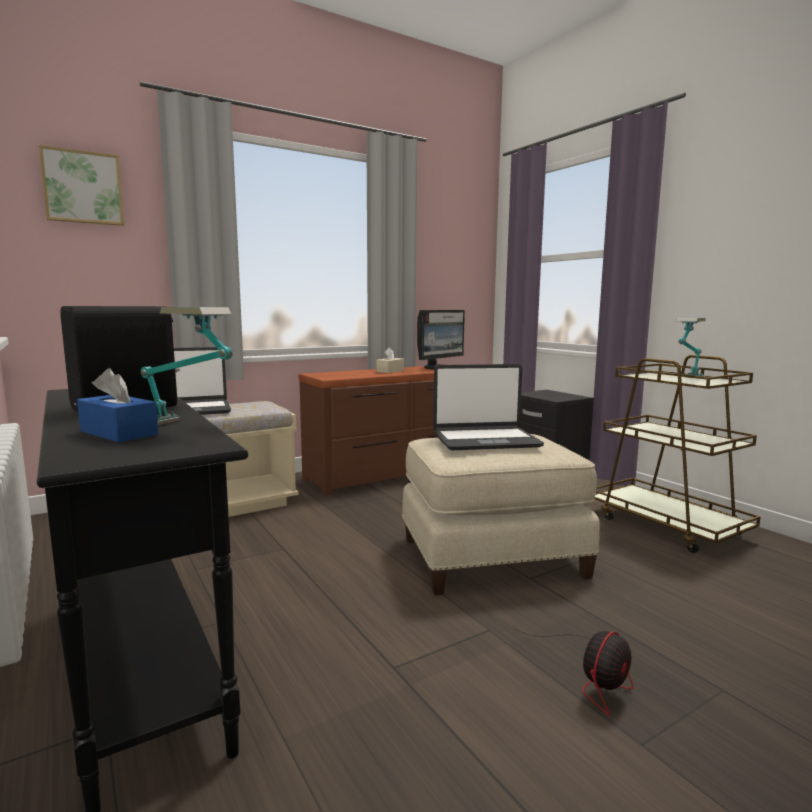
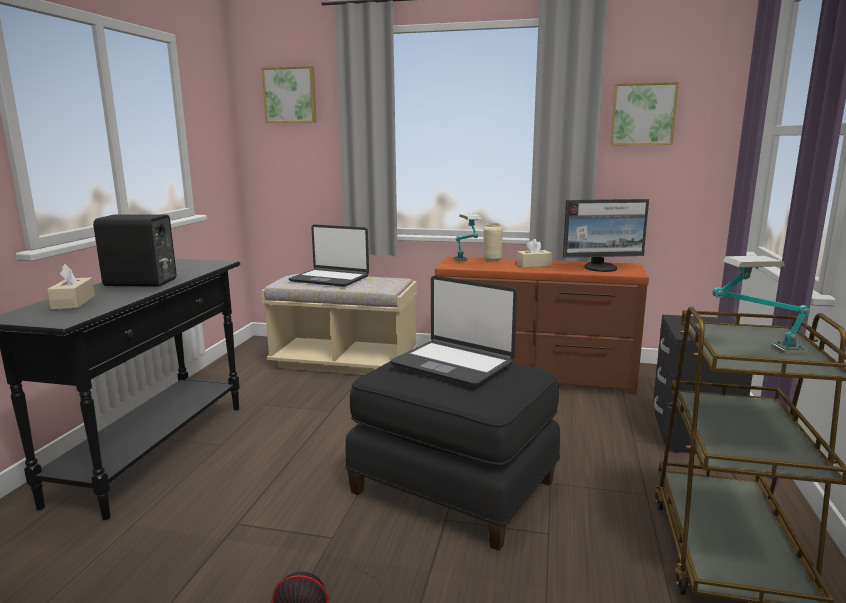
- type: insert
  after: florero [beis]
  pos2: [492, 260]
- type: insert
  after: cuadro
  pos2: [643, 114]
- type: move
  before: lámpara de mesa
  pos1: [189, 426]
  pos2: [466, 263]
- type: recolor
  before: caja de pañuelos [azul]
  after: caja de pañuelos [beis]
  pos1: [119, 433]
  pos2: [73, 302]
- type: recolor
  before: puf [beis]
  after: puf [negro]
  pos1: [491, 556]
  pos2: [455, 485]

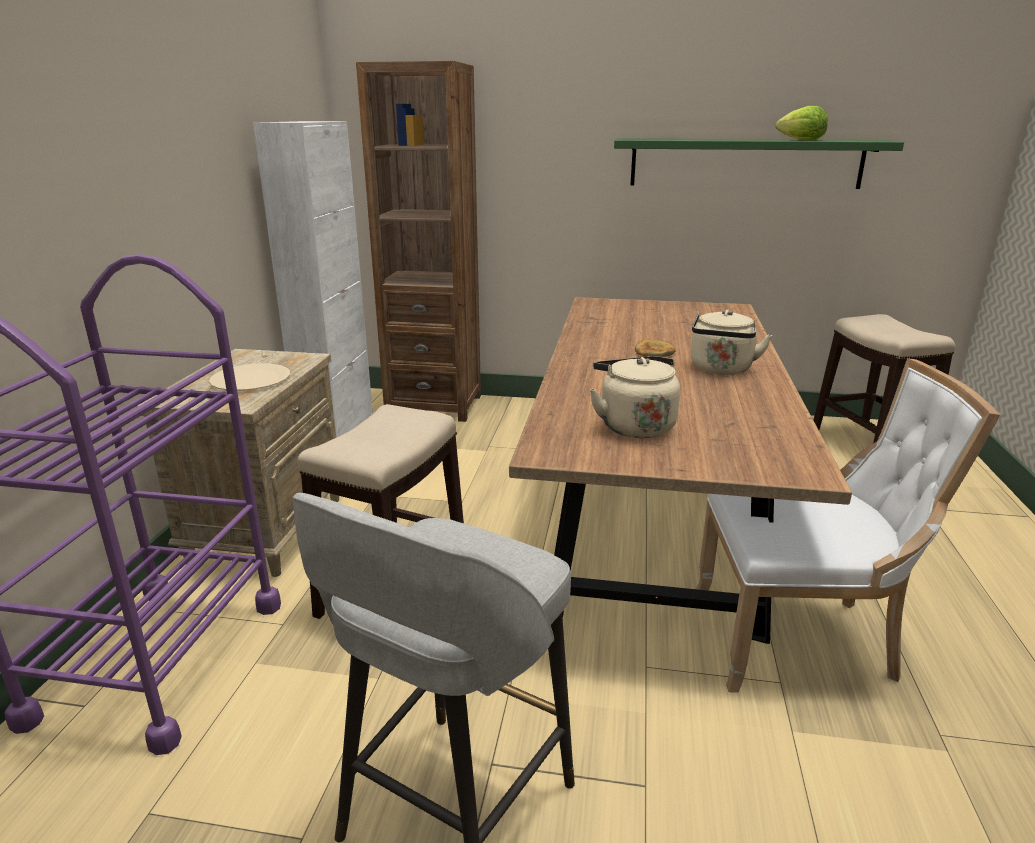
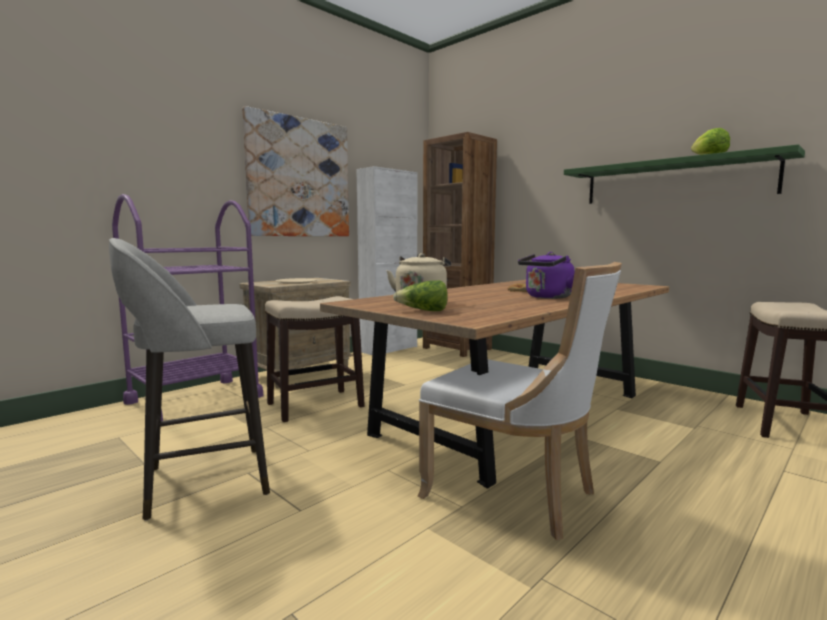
- type: insert
  after: cuadro
  pos2: [299, 178]
- type: insert
  after: lechuga
  pos2: [423, 311]
- type: recolor
  before: hervidor [beis]
  after: hervidor [morado]
  pos1: [721, 369]
  pos2: [547, 297]

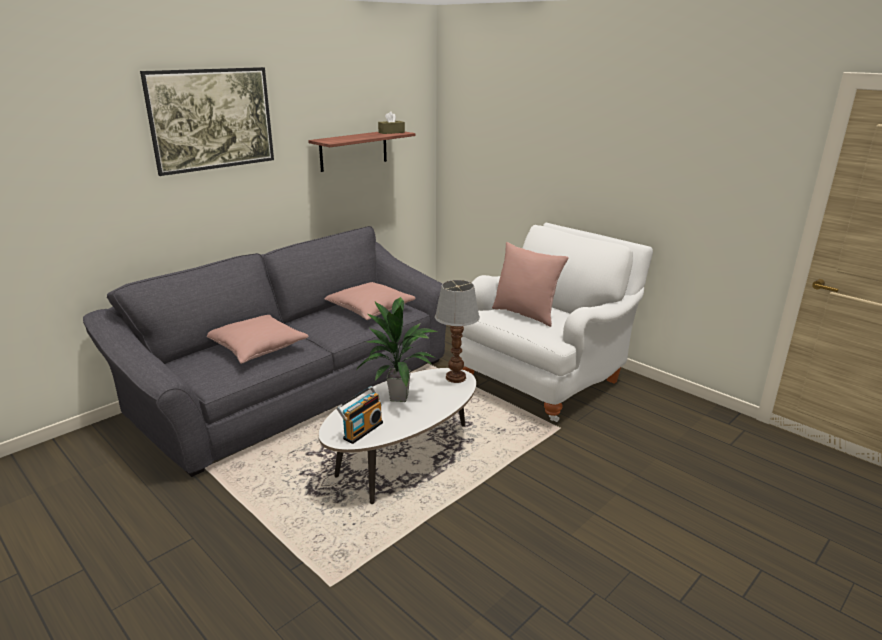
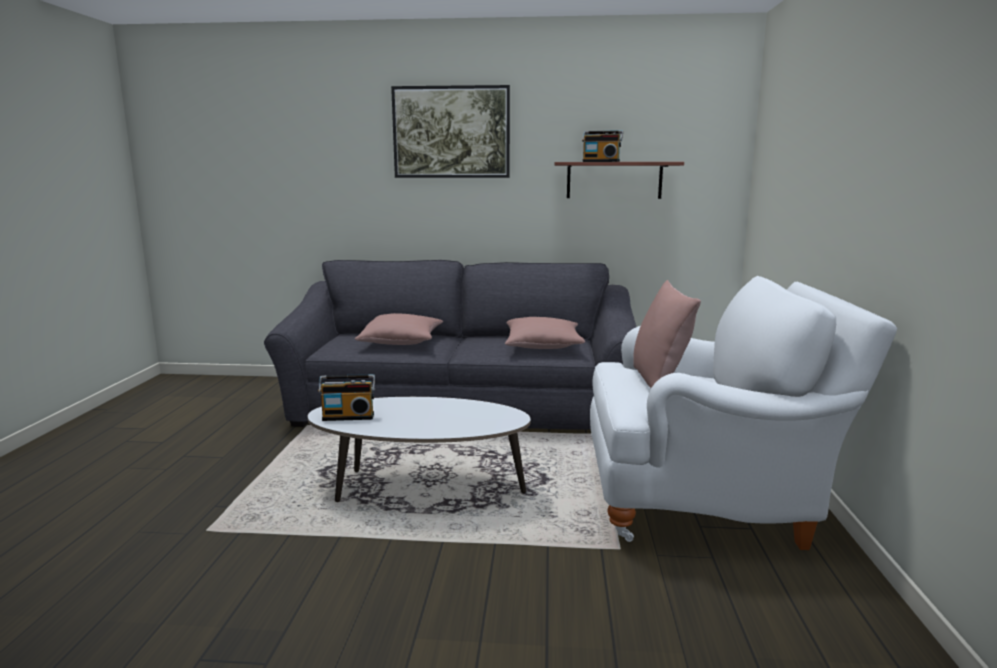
- type: delete
  before: planta en maceta
  pos1: [400, 397]
- type: delete
  before: caja de pañuelos [marrón]
  pos1: [391, 132]
- type: delete
  before: lámpara de mesa
  pos1: [456, 377]
- type: insert
  after: radio
  pos2: [601, 161]

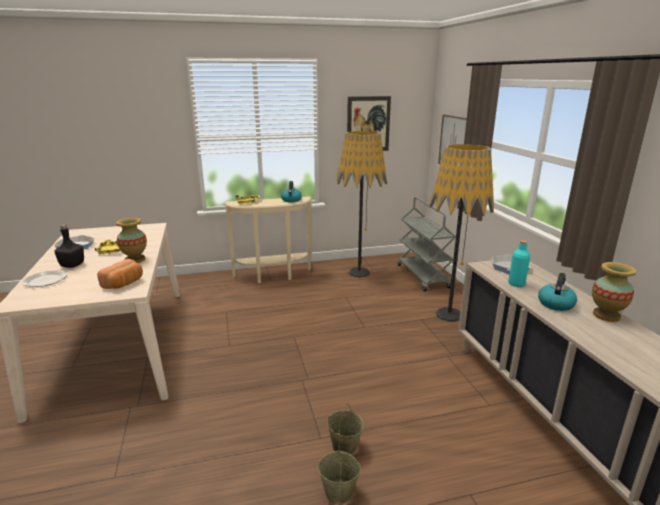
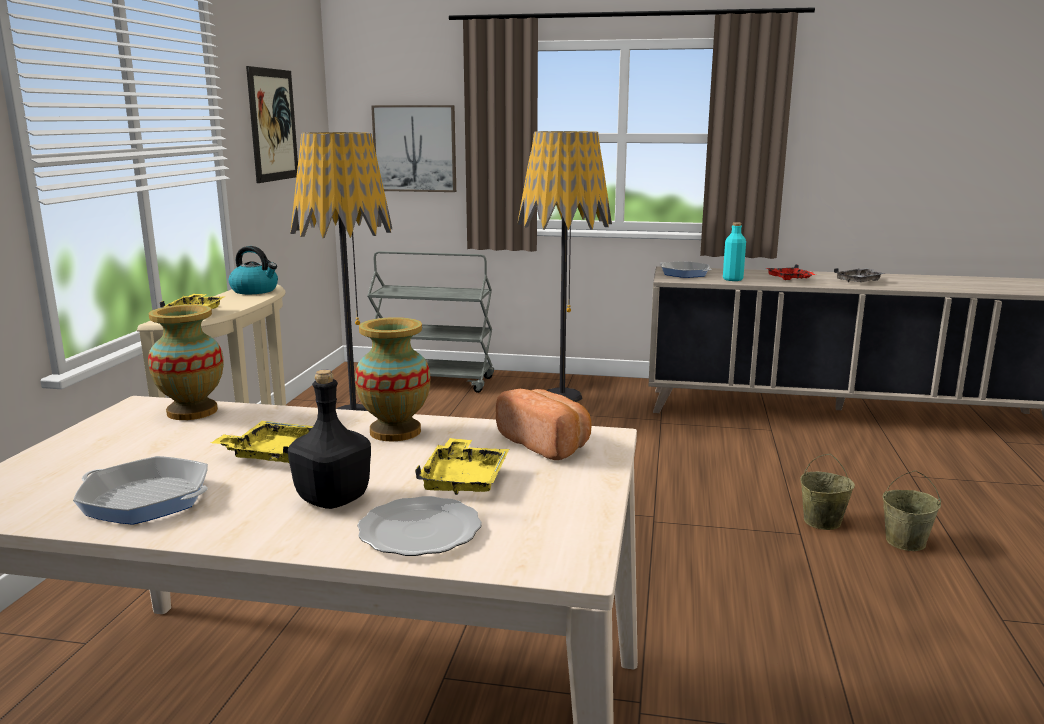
- type: insert
  after: bandeja [amarillo]
  pos2: [464, 479]
- type: insert
  after: bandeja [gris]
  pos2: [859, 281]
- type: move
  before: florero
  pos1: [606, 315]
  pos2: [192, 412]
- type: replace
  before: hervidor
  after: bandeja [rojo]
  pos1: [555, 304]
  pos2: [789, 279]

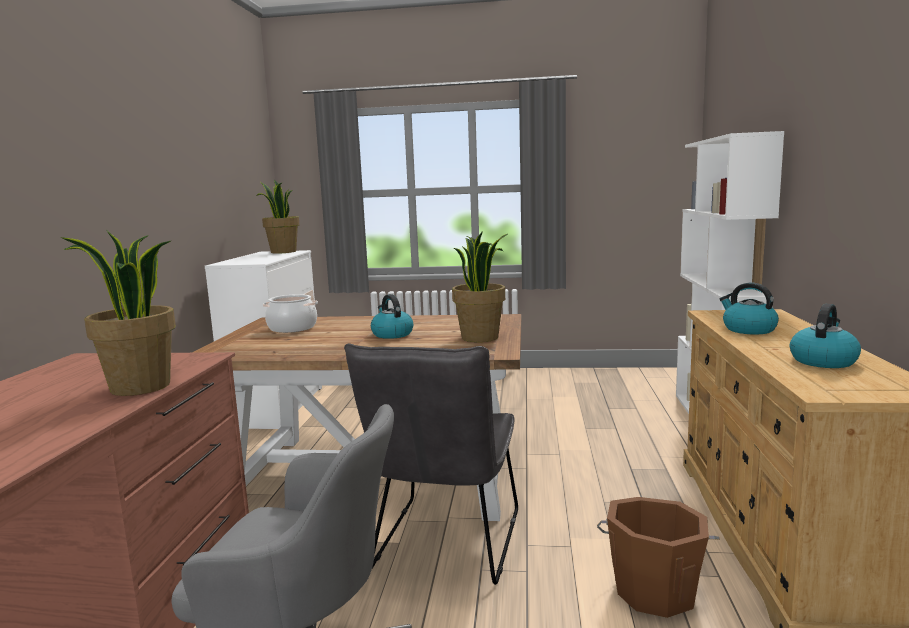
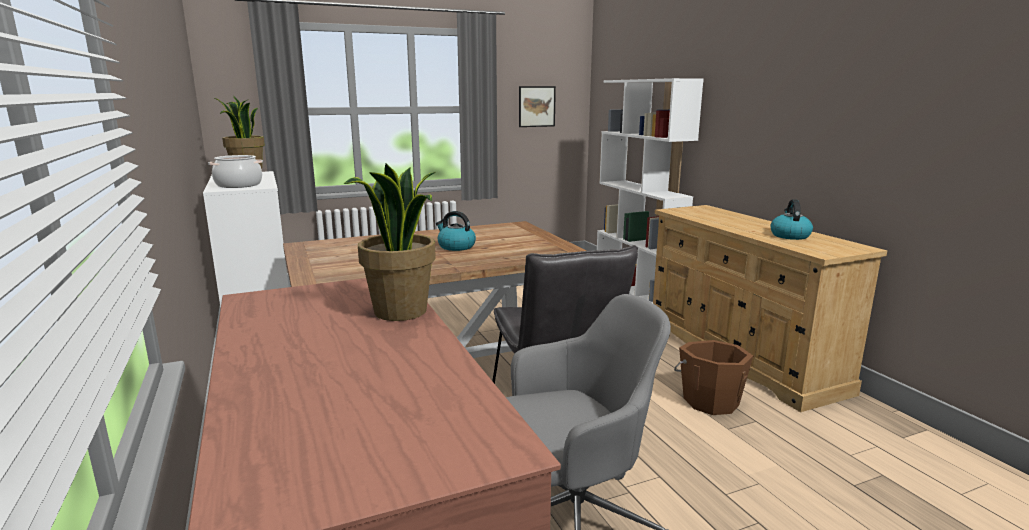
- type: delete
  before: planta en maceta
  pos1: [481, 337]
- type: delete
  before: hervidor
  pos1: [748, 329]
- type: insert
  after: cuadro
  pos2: [536, 106]
- type: move
  before: olla
  pos1: [292, 328]
  pos2: [238, 185]

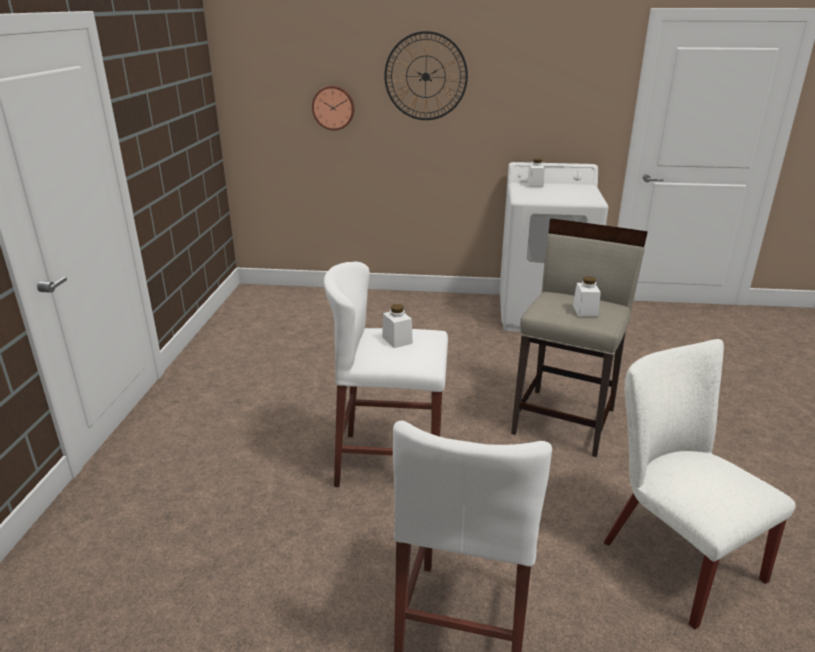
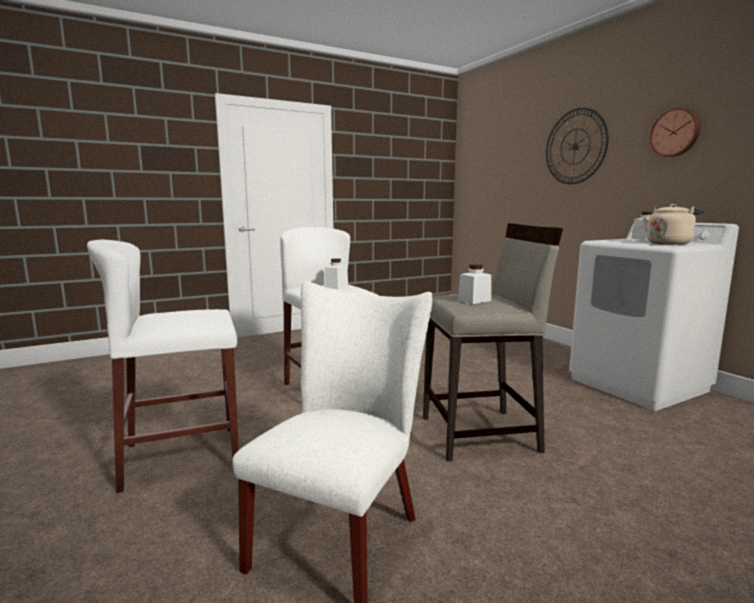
- type: insert
  after: hervidor [beis]
  pos2: [669, 243]
- type: move
  before: reloj de pared
  pos1: [333, 107]
  pos2: [675, 132]

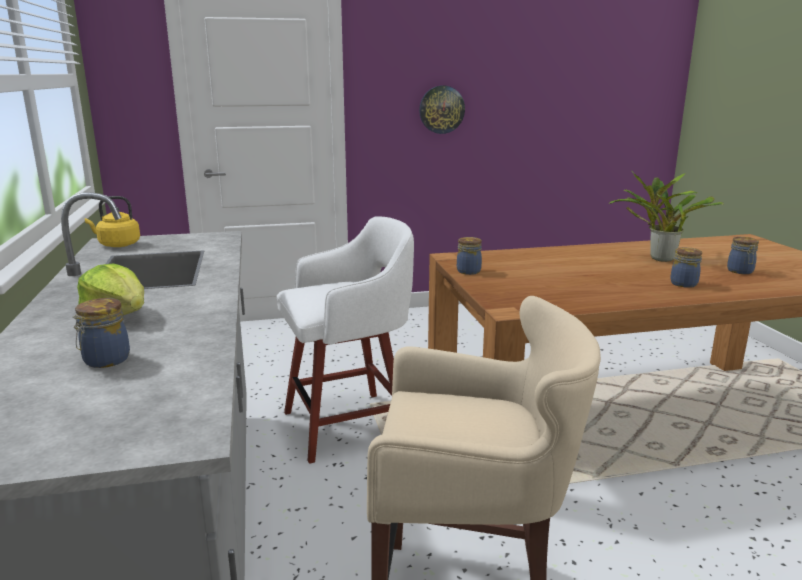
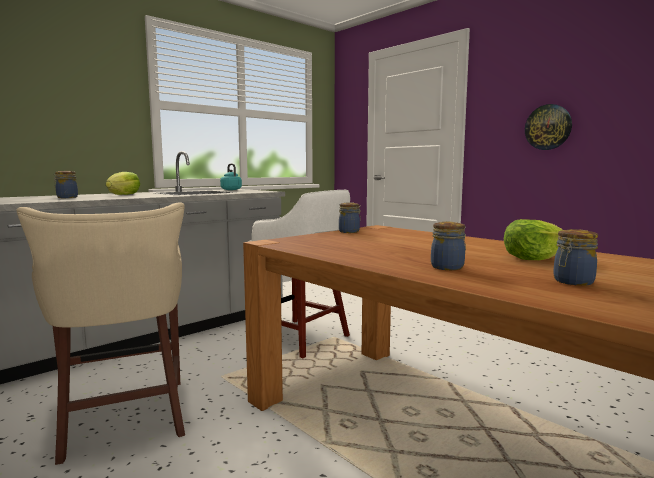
- type: replace
  before: planta en maceta
  after: lechuga
  pos1: [658, 258]
  pos2: [533, 258]
- type: recolor
  before: hervidor [amarillo]
  after: hervidor [turquesa]
  pos1: [117, 245]
  pos2: [230, 189]

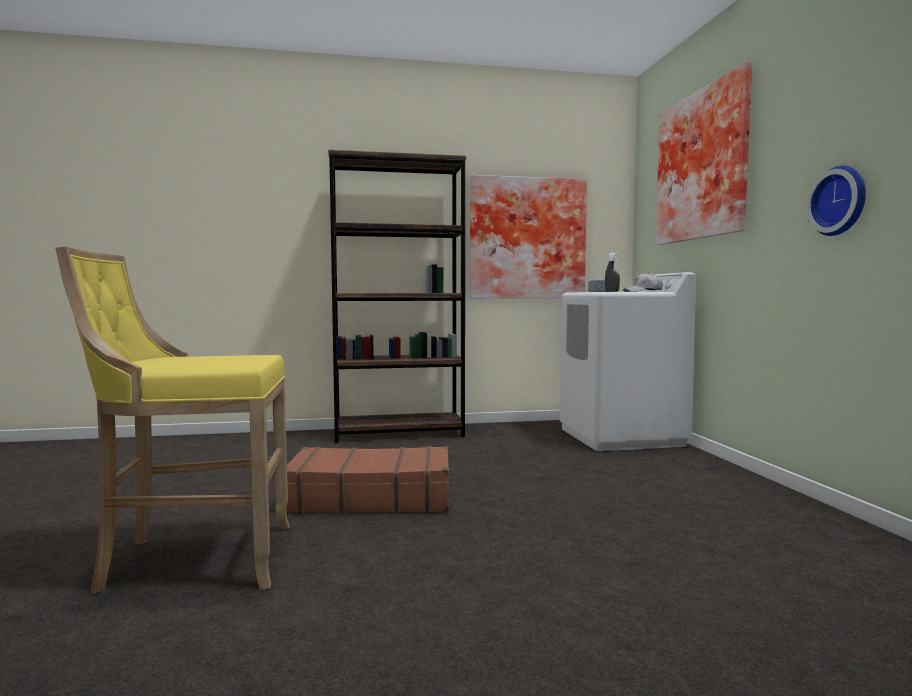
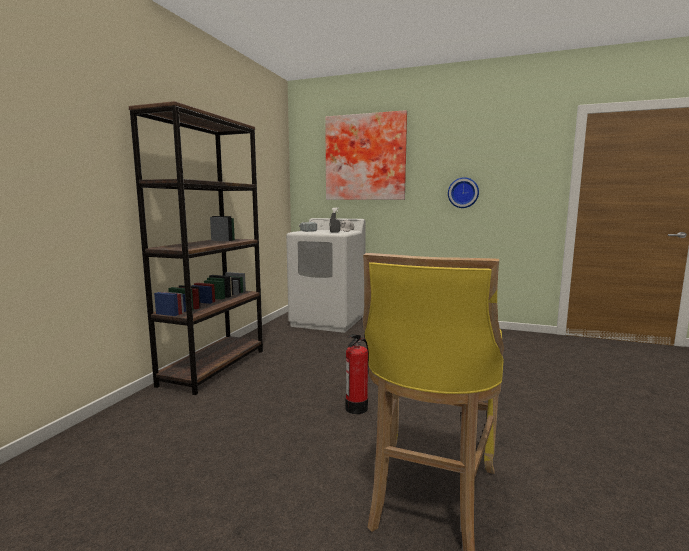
- type: delete
  before: cuadro
  pos1: [526, 239]
- type: replace
  before: maleta [marrón]
  after: extintor
  pos1: [370, 497]
  pos2: [356, 408]

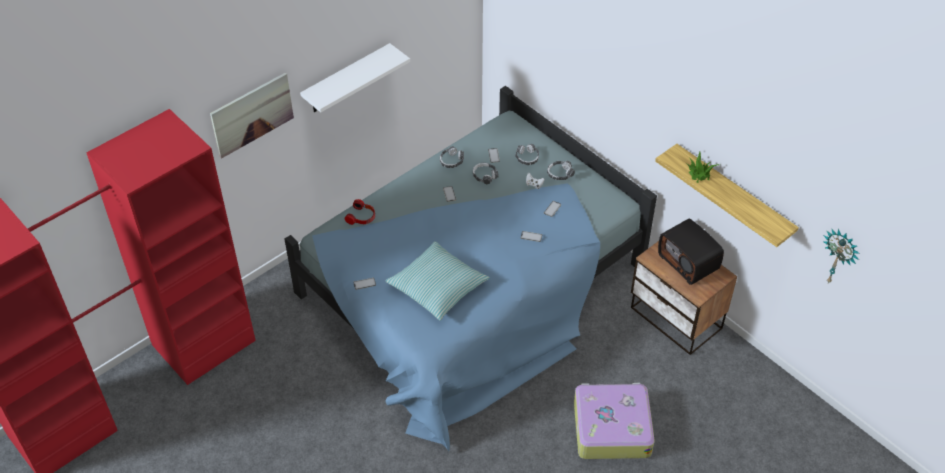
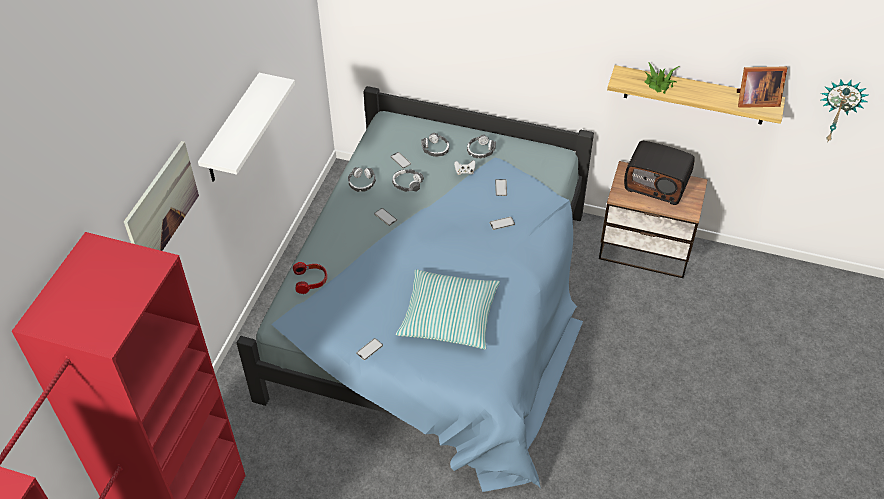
- type: delete
  before: maleta
  pos1: [611, 427]
- type: insert
  after: portarretratos
  pos2: [754, 100]

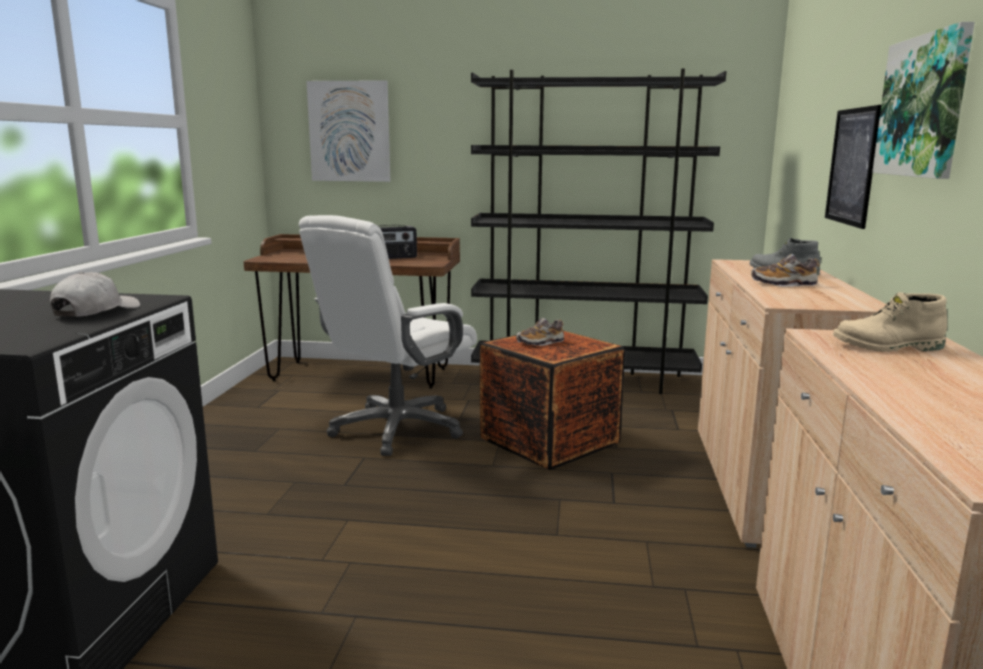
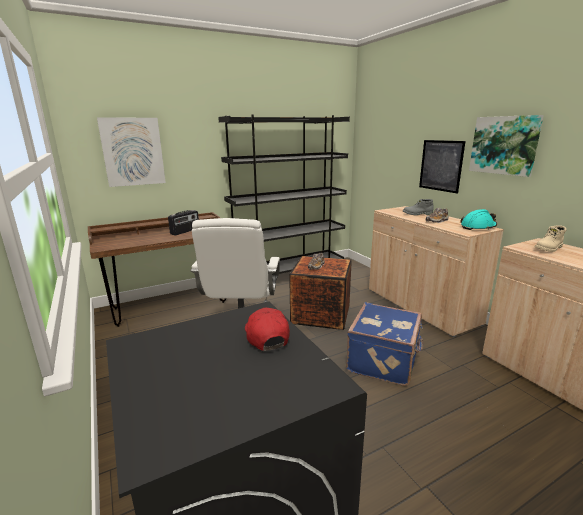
- type: insert
  after: maleta [azul]
  pos2: [384, 361]
- type: insert
  after: casco [turquesa]
  pos2: [478, 227]
- type: recolor
  before: gorra [blanco]
  after: gorra [rojo]
  pos1: [96, 311]
  pos2: [266, 336]

